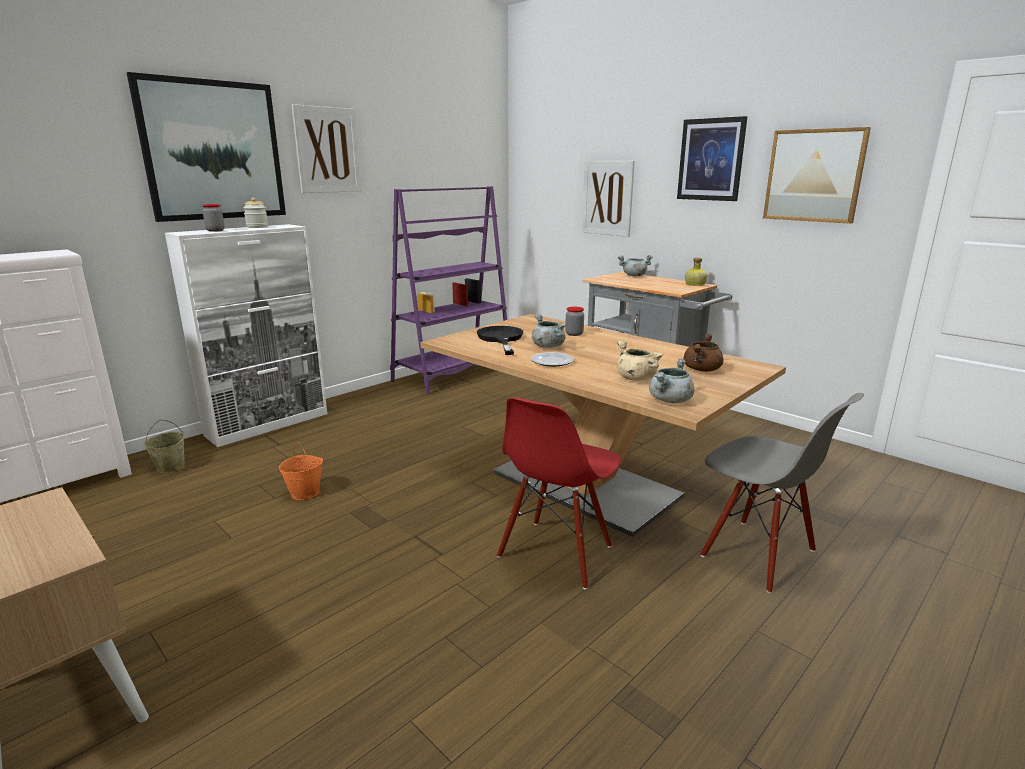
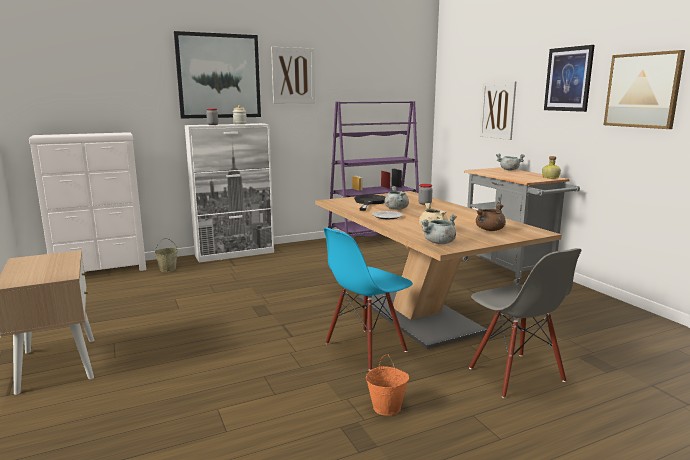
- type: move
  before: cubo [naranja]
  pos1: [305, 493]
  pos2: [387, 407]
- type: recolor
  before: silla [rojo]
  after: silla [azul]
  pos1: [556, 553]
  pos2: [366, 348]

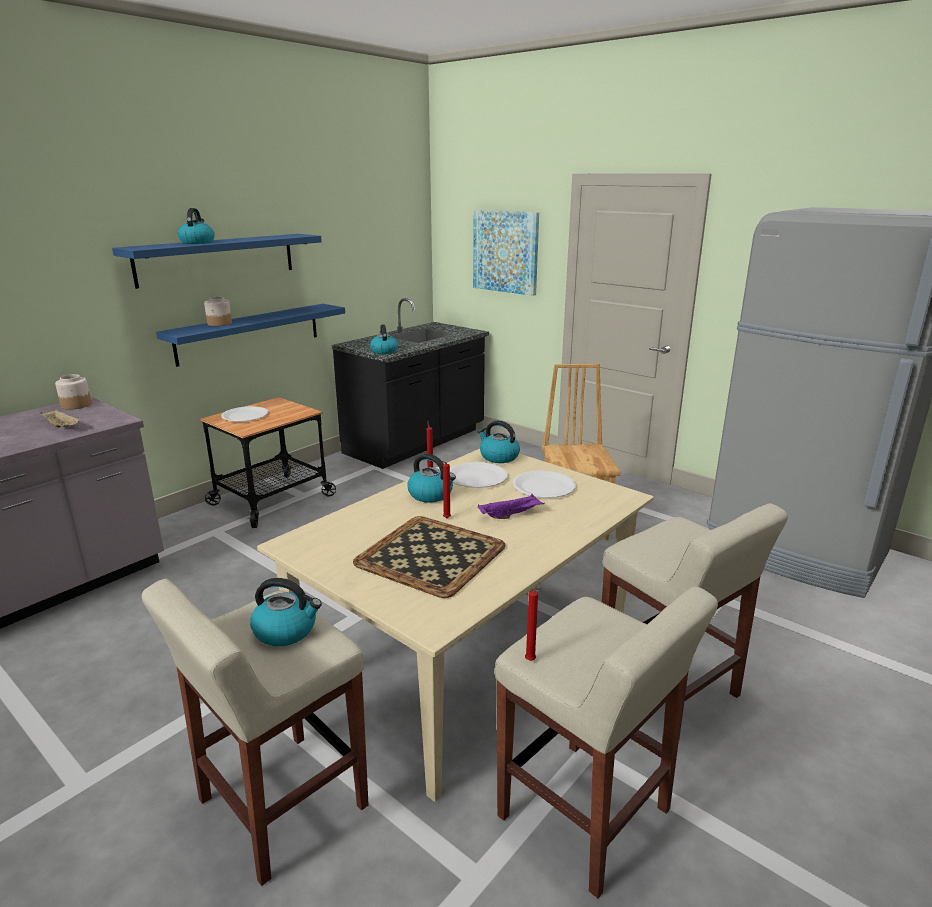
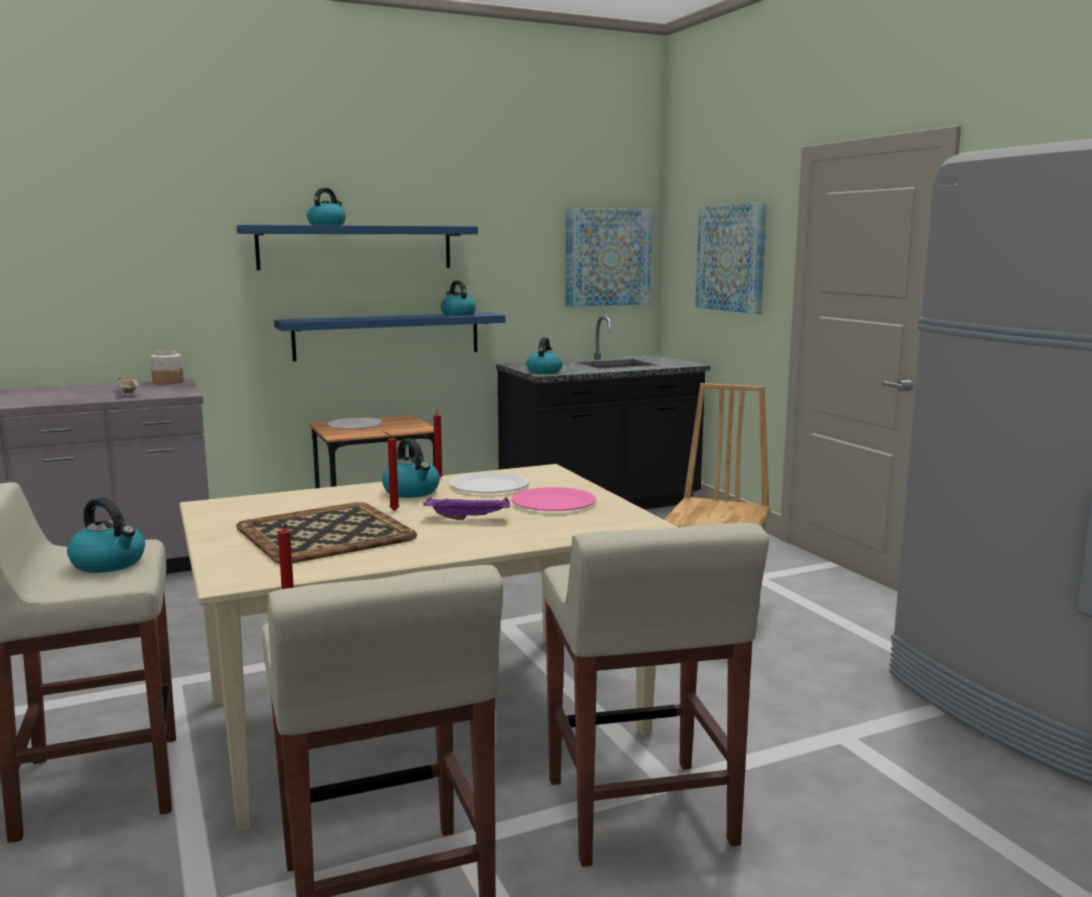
- type: delete
  before: tarro
  pos1: [219, 323]
- type: insert
  after: cuadro
  pos2: [608, 257]
- type: move
  before: hervidor
  pos1: [498, 457]
  pos2: [457, 314]
- type: recolor
  before: plato [blanco]
  after: plato [rosa]
  pos1: [543, 486]
  pos2: [553, 502]

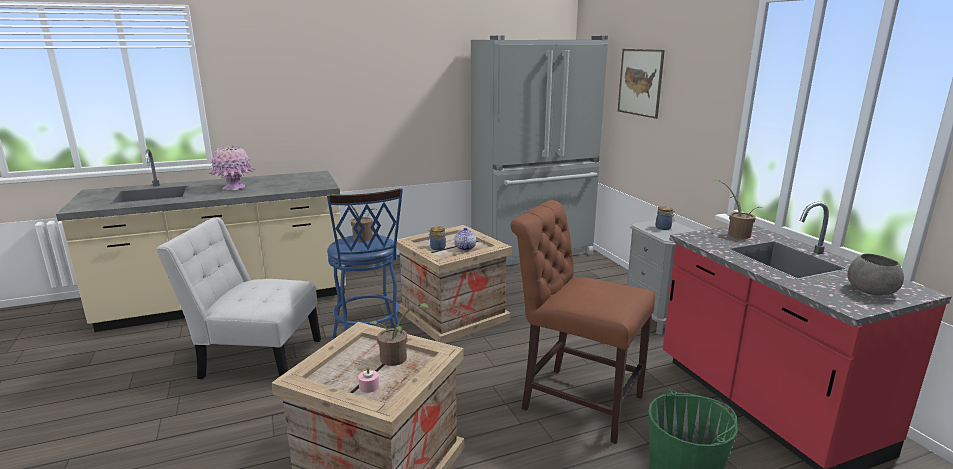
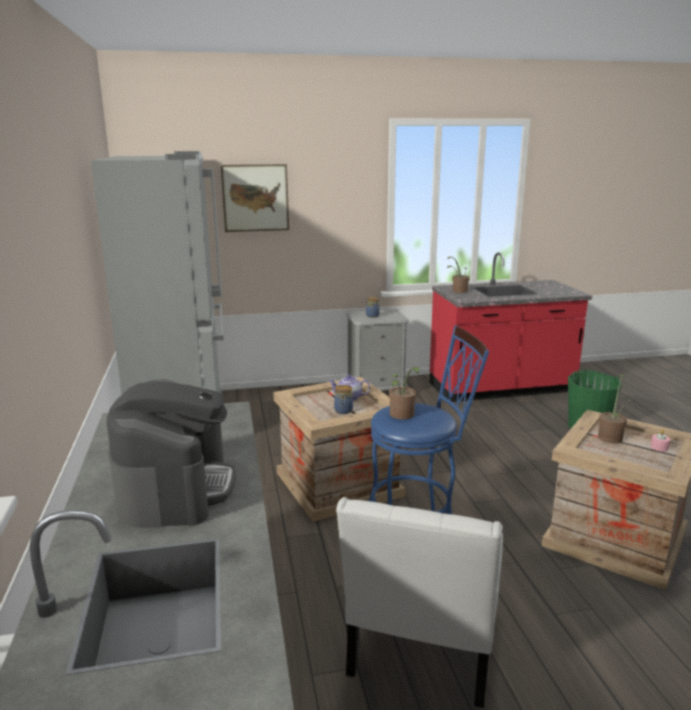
- type: delete
  before: silla [marrón]
  pos1: [575, 400]
- type: delete
  before: cuenco [gris]
  pos1: [870, 290]
- type: replace
  before: florero [rosa]
  after: cafetera
  pos1: [234, 188]
  pos2: [176, 488]

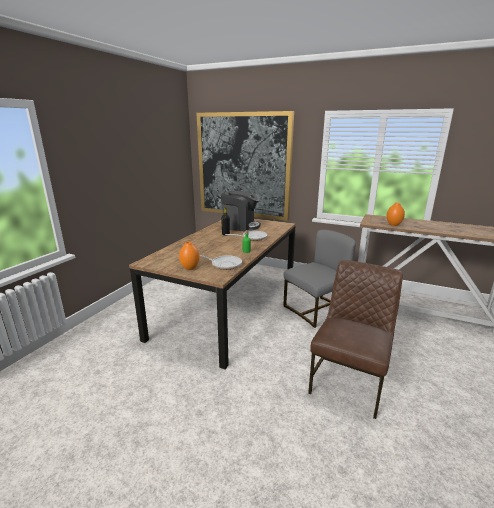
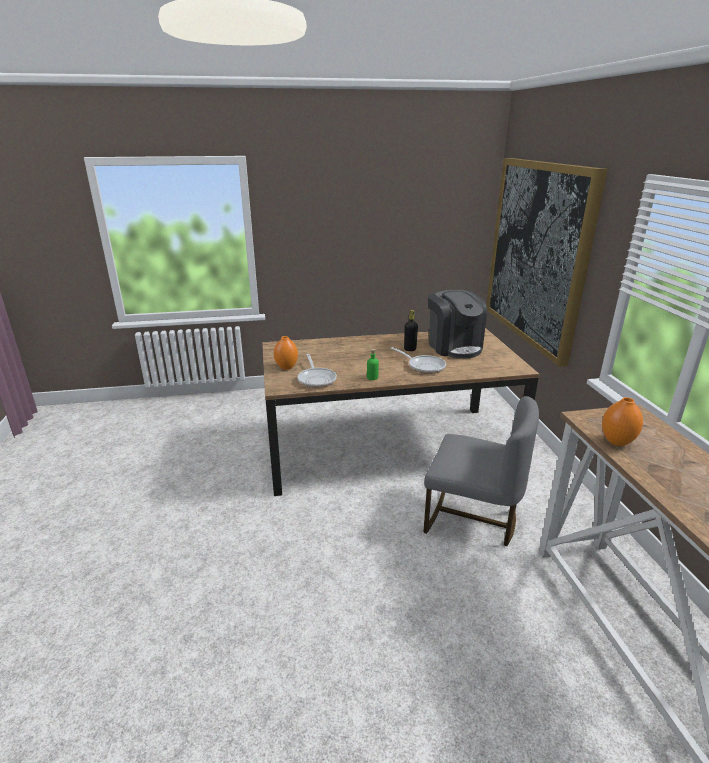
- type: delete
  before: silla [marrón]
  pos1: [349, 381]

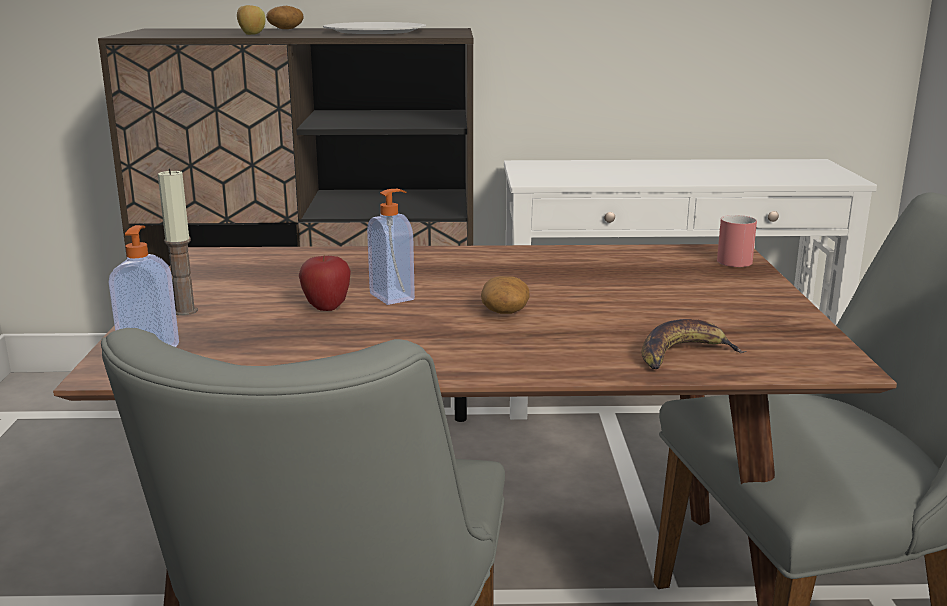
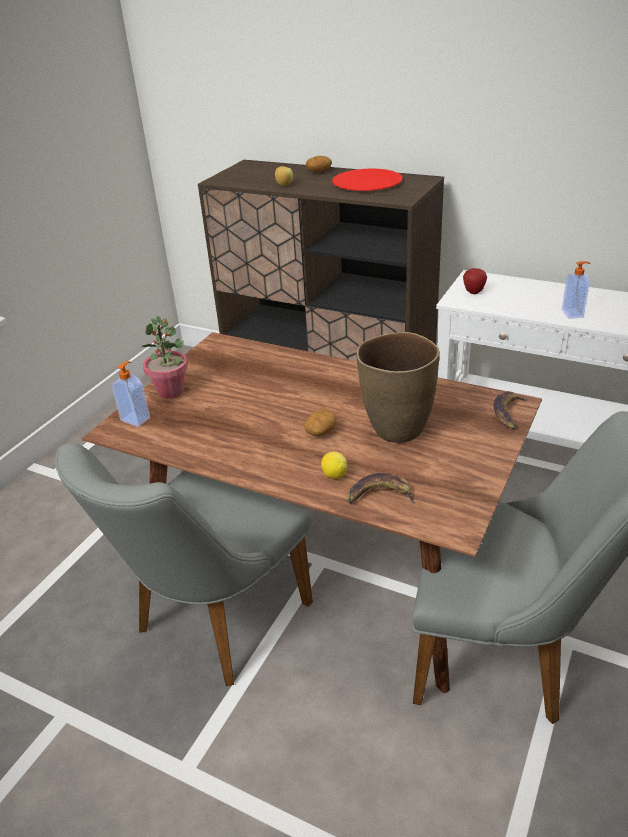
- type: insert
  after: limón
  pos2: [334, 475]
- type: insert
  after: florero [marrón]
  pos2: [396, 429]
- type: move
  before: manzana
  pos1: [326, 307]
  pos2: [473, 292]
- type: move
  before: dispensador de jabón
  pos1: [393, 296]
  pos2: [573, 313]
- type: replace
  before: vela
  after: planta en maceta
  pos1: [185, 311]
  pos2: [171, 391]
- type: replace
  before: taza grande [rojo]
  after: plátano
  pos1: [731, 259]
  pos2: [508, 413]
- type: recolor
  before: plato [blanco]
  after: plato [rojo]
  pos1: [374, 31]
  pos2: [367, 182]

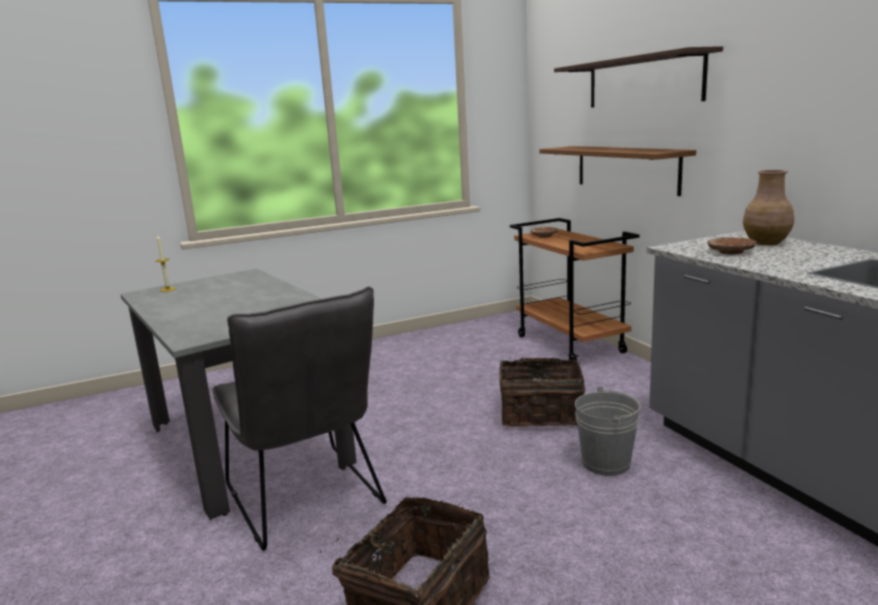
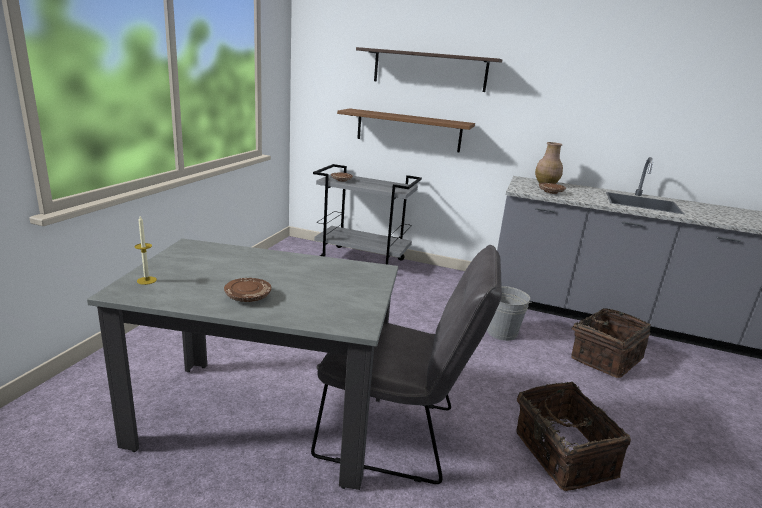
- type: insert
  after: plato [marrón]
  pos2: [248, 297]
- type: move
  before: cesta
  pos1: [540, 414]
  pos2: [603, 357]
- type: recolor
  before: carrito [marrón]
  after: carrito [gris]
  pos1: [571, 344]
  pos2: [363, 260]

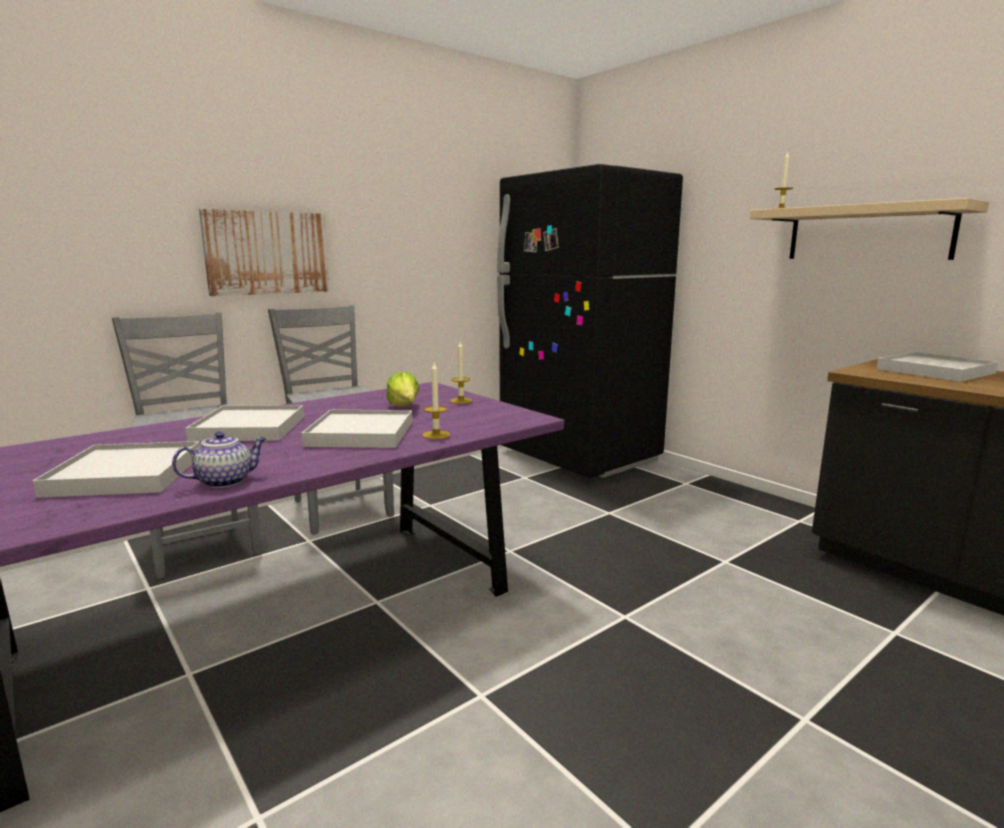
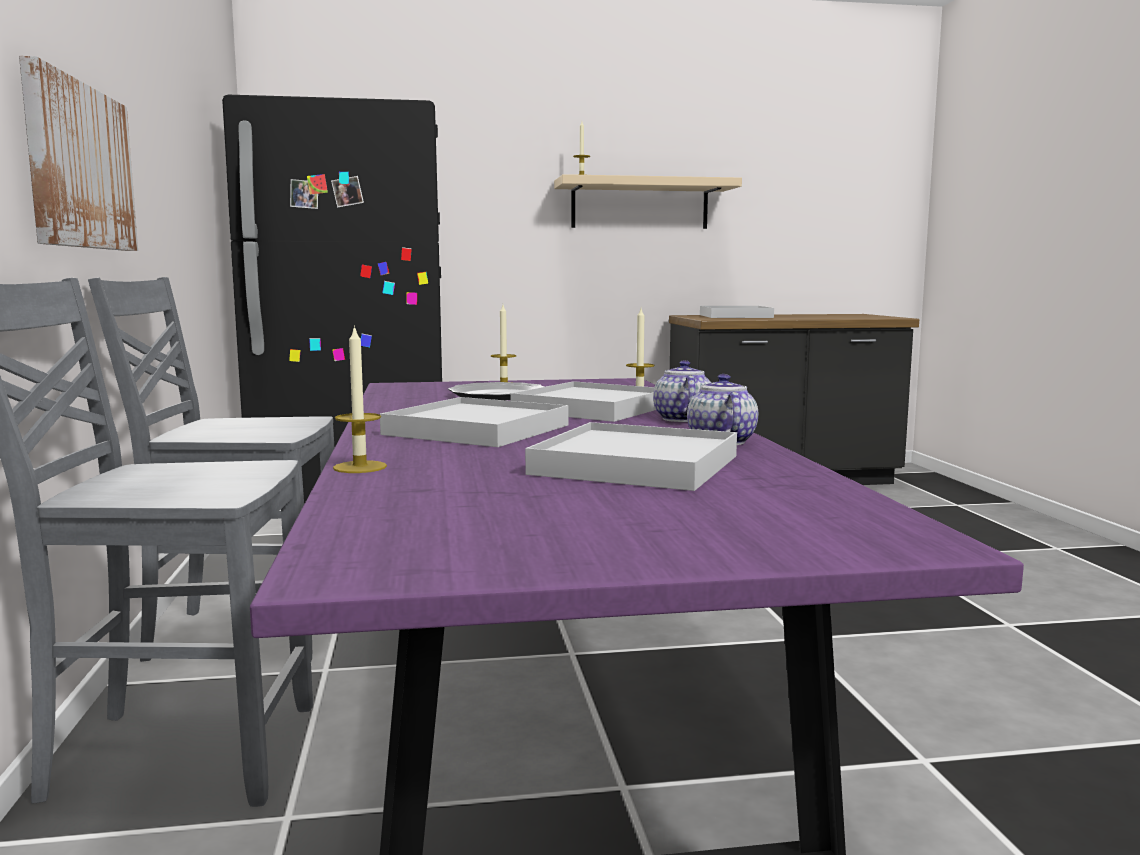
- type: insert
  after: vela
  pos2: [360, 467]
- type: insert
  after: tetera
  pos2: [682, 419]
- type: replace
  before: lechuga
  after: plato
  pos1: [404, 408]
  pos2: [497, 395]

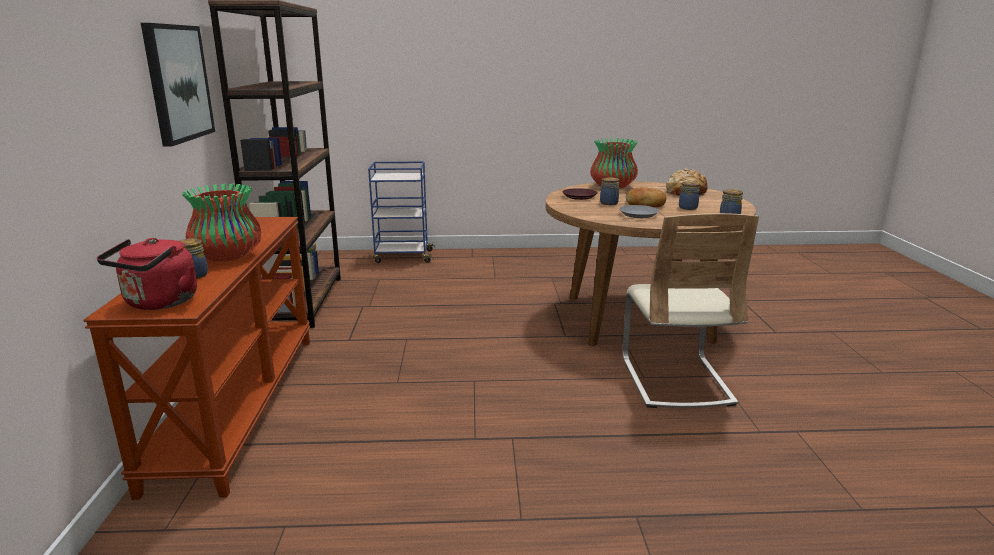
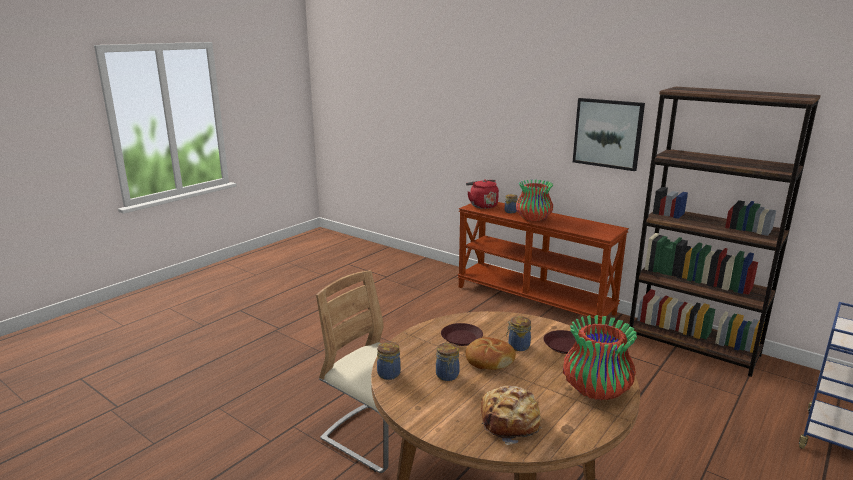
- type: recolor
  before: plato [gris]
  after: plato [marrón]
  pos1: [638, 214]
  pos2: [461, 338]

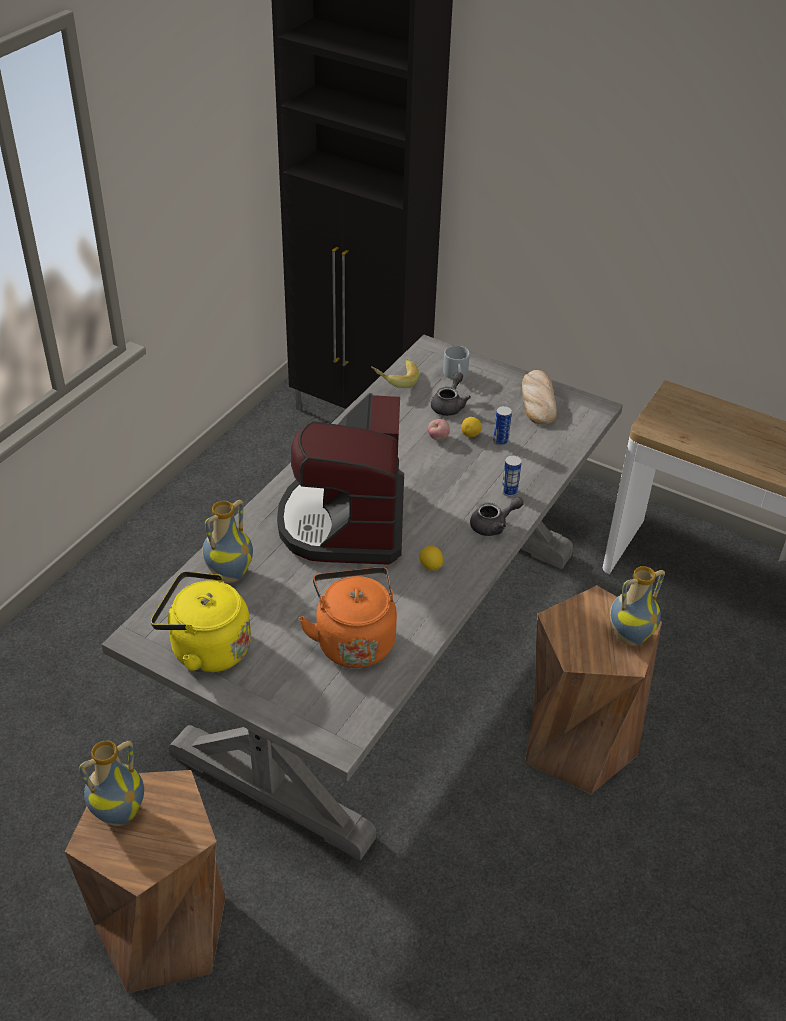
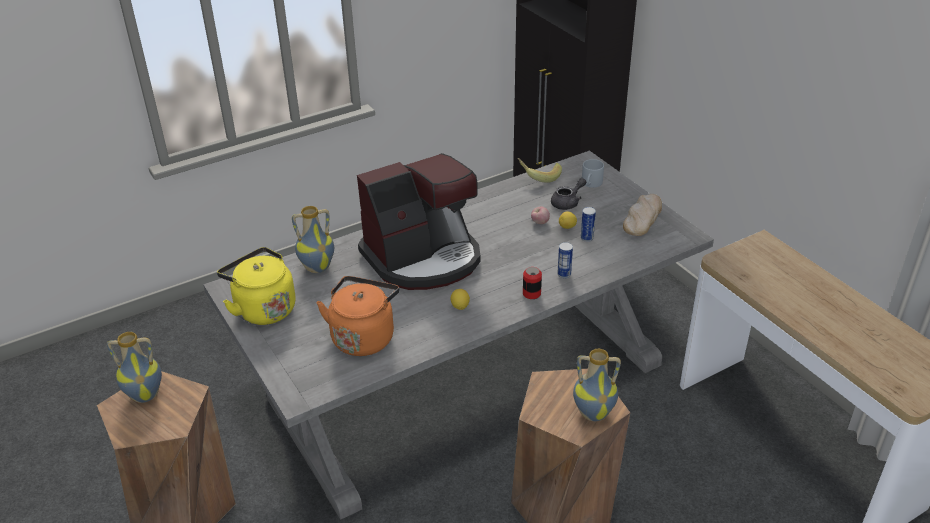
- type: replace
  before: tetera [gris]
  after: lata
  pos1: [493, 525]
  pos2: [531, 293]
- type: rotate
  before: cafetera
  pos1: [345, 521]
  pos2: [424, 258]
  turn: -150

